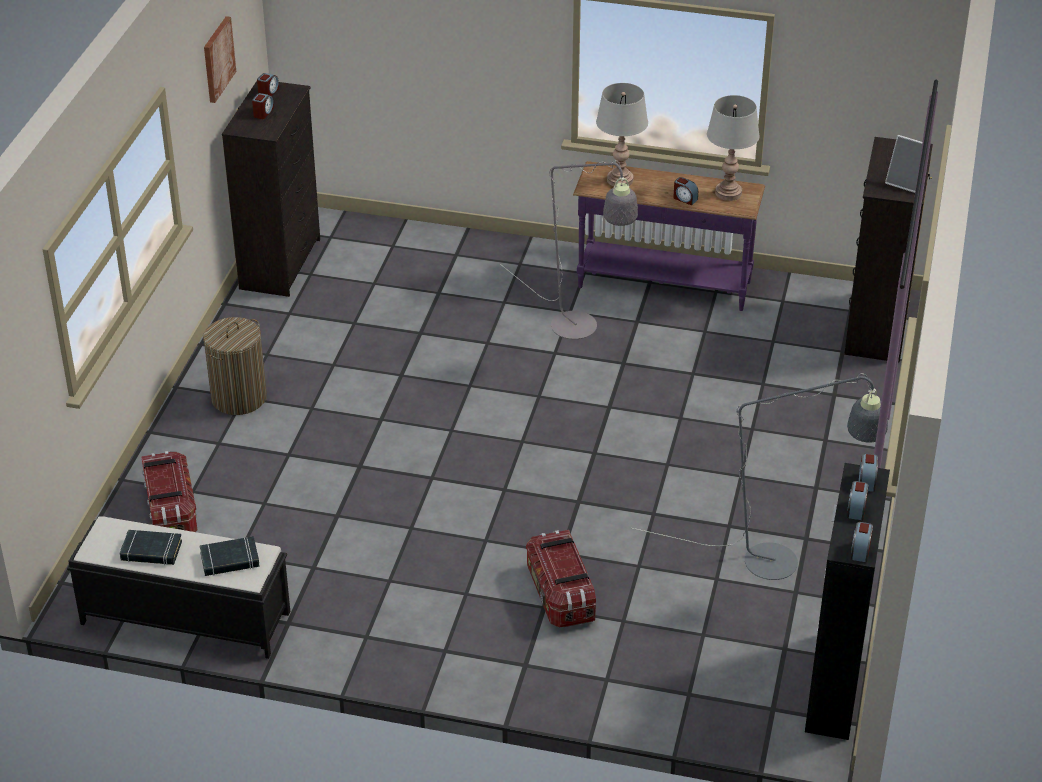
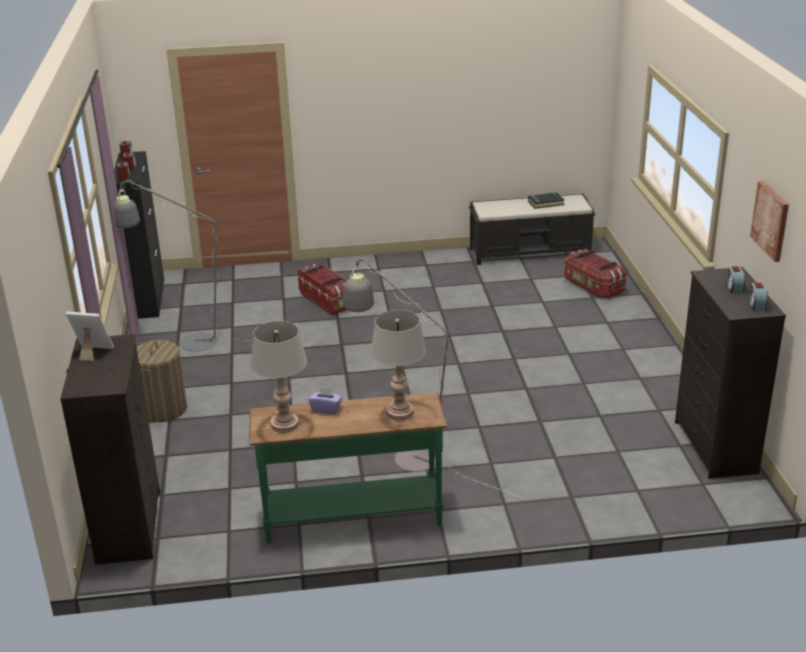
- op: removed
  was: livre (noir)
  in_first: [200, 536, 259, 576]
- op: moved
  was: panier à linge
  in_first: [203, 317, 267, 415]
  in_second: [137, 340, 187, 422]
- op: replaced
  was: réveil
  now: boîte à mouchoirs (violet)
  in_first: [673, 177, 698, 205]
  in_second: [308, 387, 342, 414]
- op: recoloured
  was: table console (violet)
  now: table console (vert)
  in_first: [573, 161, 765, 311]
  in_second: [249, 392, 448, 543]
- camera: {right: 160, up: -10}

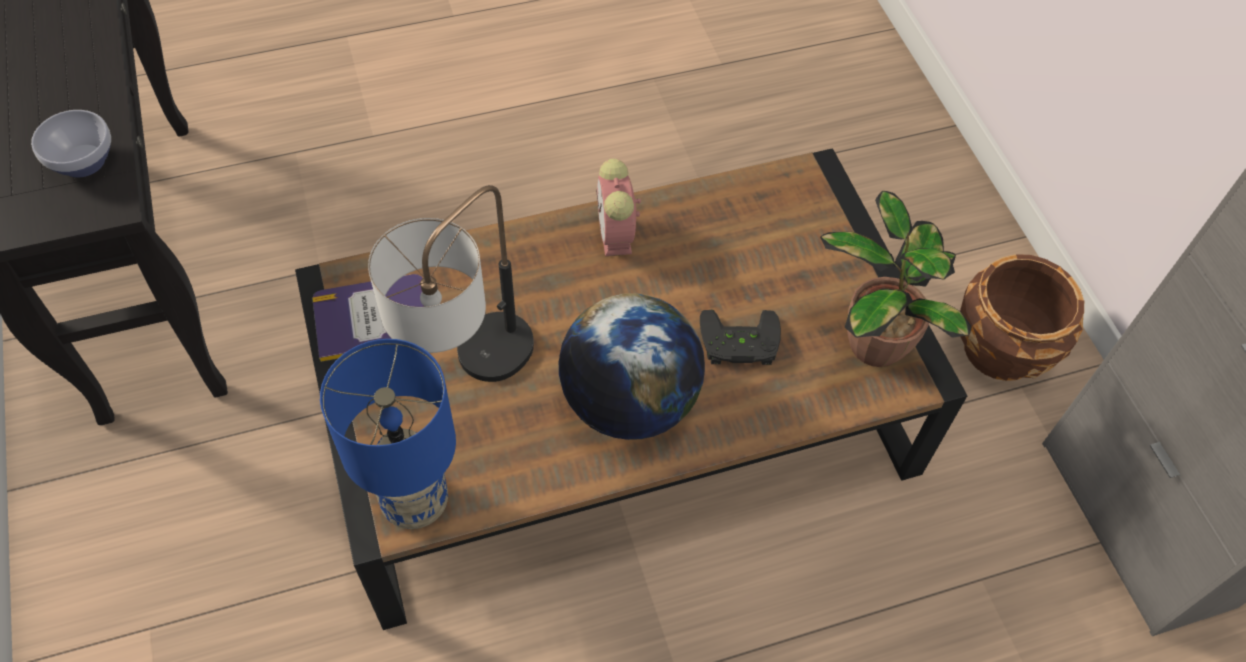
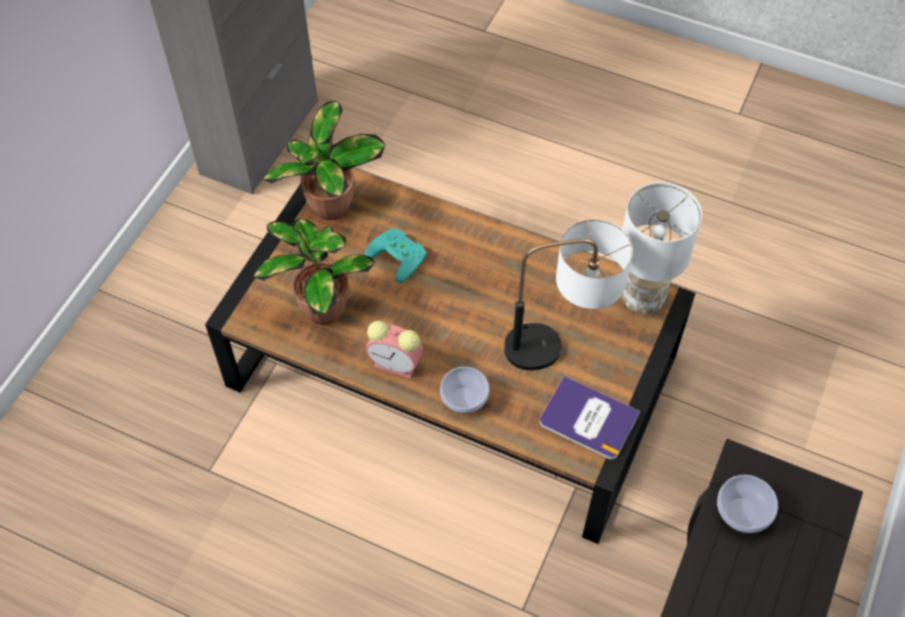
- op: removed
  was: globe
  in_first: [559, 293, 705, 440]
- op: removed
  was: cache-pot (marron)
  in_first: [960, 254, 1084, 381]
- op: added
  now: plante en pot
  in_second: [254, 218, 375, 325]
- op: added
  now: bol
  in_second: [440, 367, 489, 413]
- op: recoloured
  was: lampe de table (bleu)
  now: lampe de table (blanc)
  in_first: [320, 339, 456, 529]
  in_second: [622, 182, 702, 314]
- op: recoloured
  was: manette (noir)
  now: manette (turquoise)
  in_first: [700, 310, 781, 365]
  in_second: [364, 228, 427, 283]
- op: turned
  was: réveil
  in_first: [596, 159, 641, 256]
  in_second: [366, 321, 423, 379]
  clockwise: 75
- camera: {right: -135, up: 0}

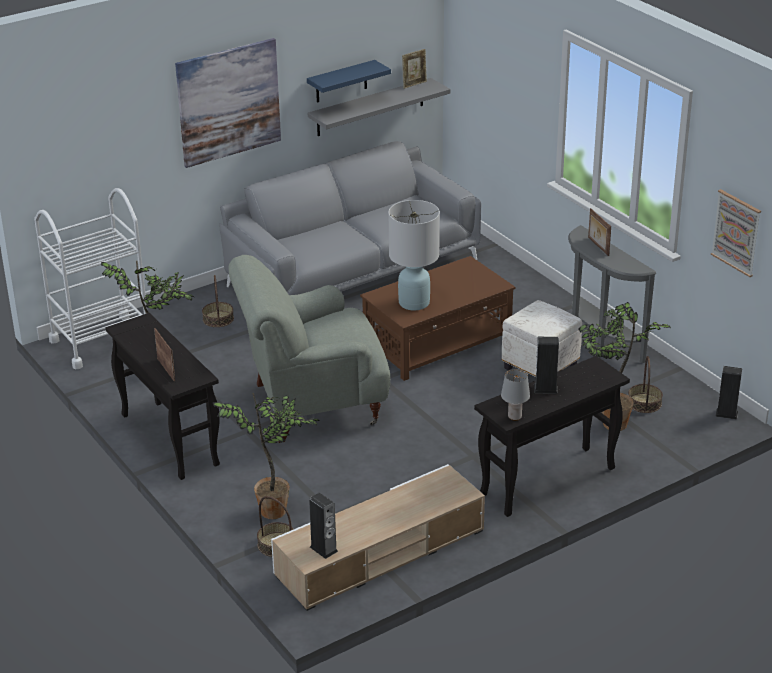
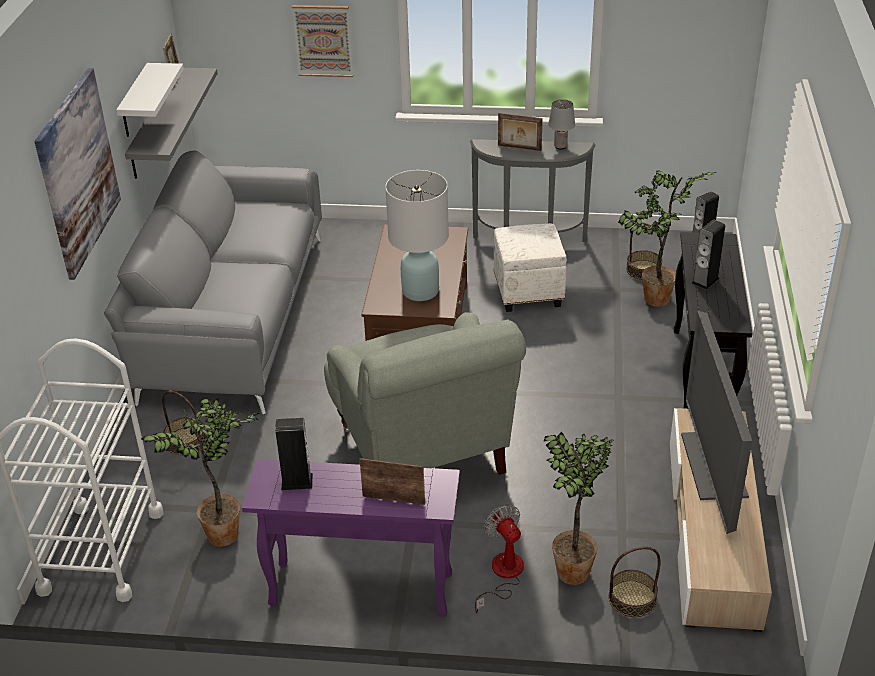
- op: added
  now: ventilateur
  in_second: [475, 505, 524, 613]
- op: added
  now: téléviseur
  in_second: [681, 311, 752, 534]
- op: moved
  was: enceinte
  in_first: [309, 493, 338, 559]
  in_second: [275, 418, 313, 490]
- op: moved
  was: lampe de table (gris)
  in_first: [501, 369, 530, 421]
  in_second: [548, 99, 575, 150]
- op: moved
  was: tableau
  in_first: [711, 189, 761, 277]
  in_second: [292, 5, 354, 77]
- op: recoloured
  was: table console (noir)
  now: table console (violet)
  in_first: [105, 313, 220, 480]
  in_second: [242, 459, 460, 617]
- op: recoloured
  was: étagère (bleu)
  now: étagère (blanc)
  in_first: [307, 60, 391, 103]
  in_second: [116, 63, 184, 137]
- op: turned
  was: fauteuil (gris)
  in_first: [228, 255, 390, 443]
  in_second: [324, 312, 526, 475]
  clockwise: -45
- camera: {right: -50, up: 5}

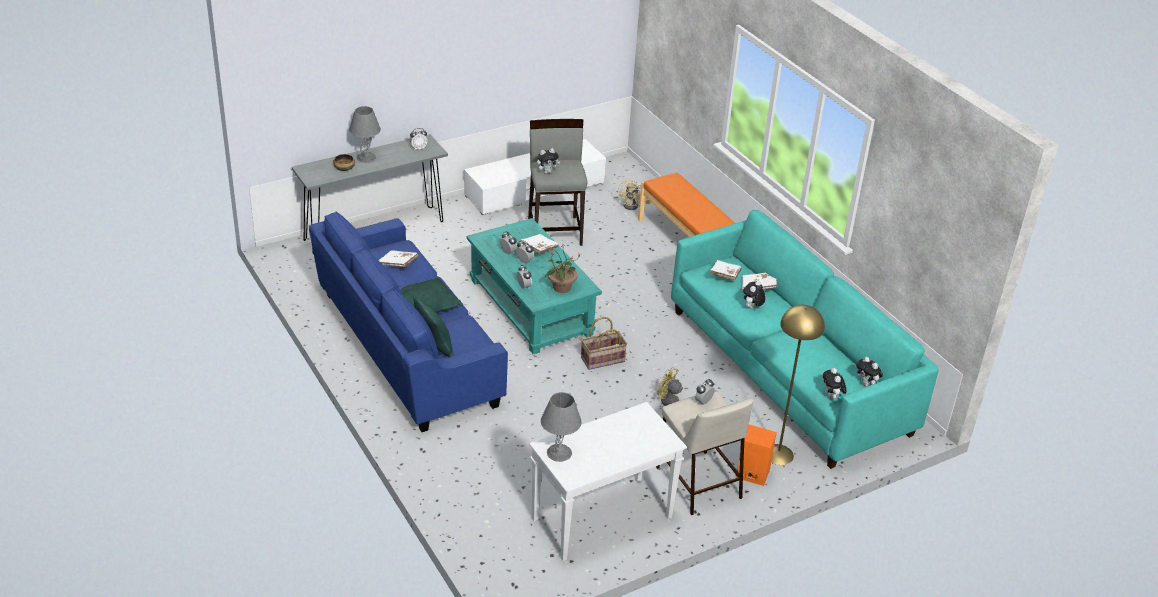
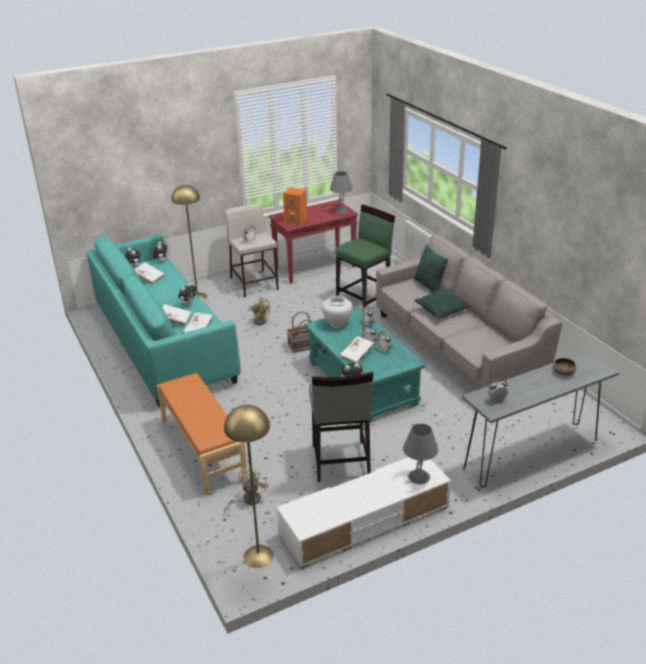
- op: added
  now: lampadaire (jaune)
  in_second: [224, 405, 274, 568]
- op: added
  now: tabouret (vert)
  in_second: [335, 205, 395, 311]
- op: moved
  was: lampe de table (gris)
  in_first: [349, 106, 381, 163]
  in_second: [403, 423, 438, 484]
- op: moved
  was: livre (blanc)
  in_first: [378, 250, 419, 267]
  in_second: [135, 262, 165, 284]
- op: moved
  was: enceinte (orange)
  in_first: [736, 425, 777, 486]
  in_second: [283, 187, 308, 226]
- op: replaced
  was: plante en pot
  now: vase (blanc)
  in_first: [545, 244, 582, 293]
  in_second: [322, 296, 353, 329]
- op: recoloured
  was: canapé (bleu)
  now: canapé (gris)
  in_first: [309, 211, 508, 432]
  in_second: [376, 236, 562, 390]
- op: recoloured
  was: table console (blanc)
  now: table console (rouge)
  in_first: [529, 402, 687, 561]
  in_second: [269, 200, 359, 284]
- camera: {right: -175, up: -5}

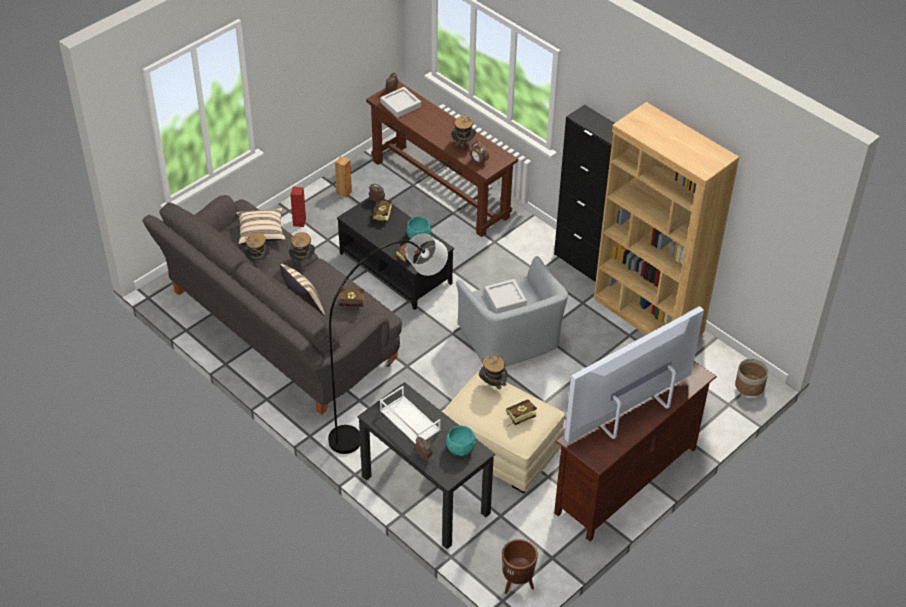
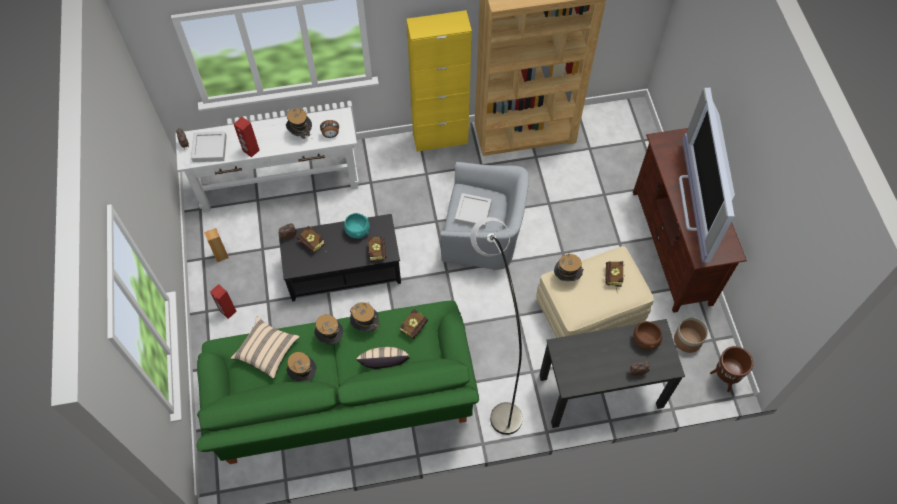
- op: removed
  was: plateau (blanc)
  in_first: [380, 386, 441, 444]
- op: added
  now: enceinte (rouge)
  in_second: [234, 117, 259, 158]
- op: added
  now: chapeau
  in_second: [350, 302, 380, 332]
- op: moved
  was: cache-pot
  in_first: [735, 358, 769, 396]
  in_second: [674, 317, 708, 353]
- op: recoloured
  was: canapé (gris)
  now: canapé (vert)
  in_first: [142, 195, 402, 415]
  in_second: [197, 300, 479, 464]
- op: recoloured
  was: table console (marron)
  now: table console (blanc)
  in_first: [366, 81, 518, 237]
  in_second: [175, 107, 359, 212]
- op: recoloured
  was: bol (turquoise)
  now: bol (marron)
  in_first: [446, 426, 476, 456]
  in_second: [633, 321, 662, 350]
- op: recoloured
  was: meuble de rangement (noir)
  now: meuble de rangement (jaune)
  in_first: [554, 105, 614, 283]
  in_second: [406, 10, 472, 152]
- camera: {right: -55, up: 15}

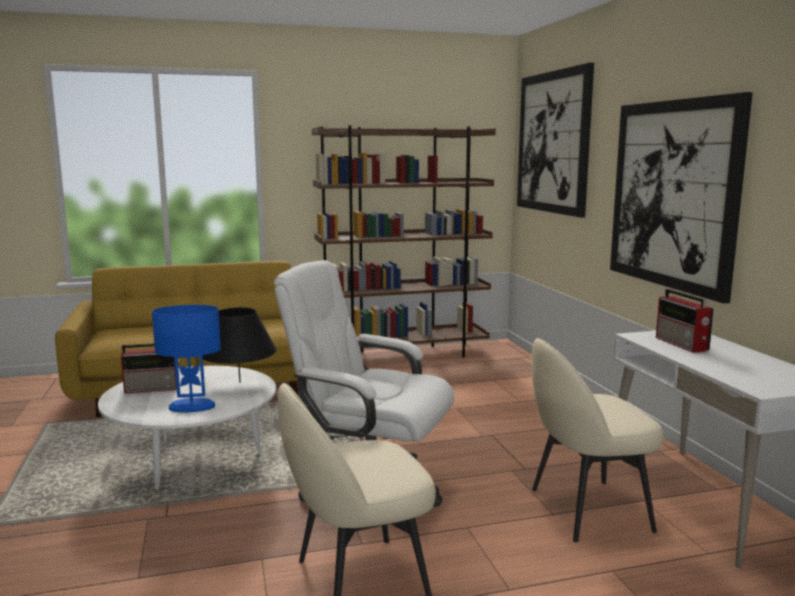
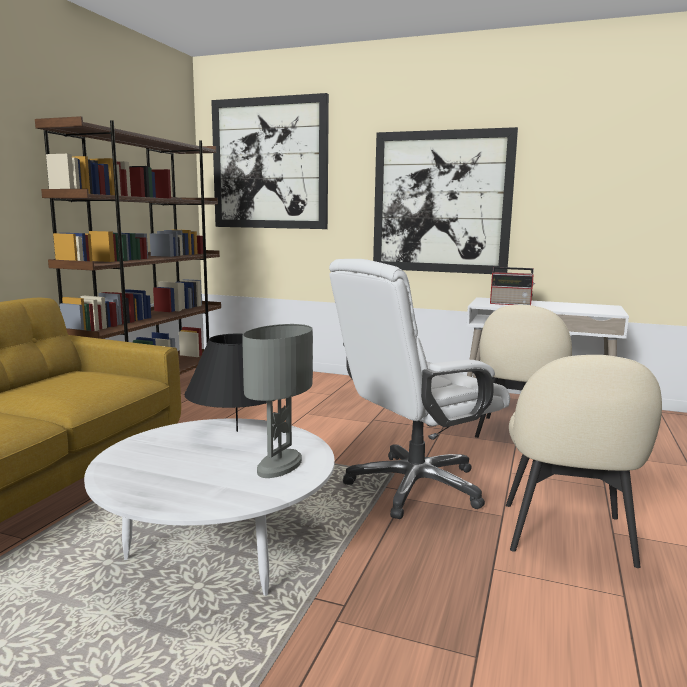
- op: removed
  was: radio
  in_first: [121, 343, 180, 393]
- op: recoloured
  was: lampe de table (bleu)
  now: lampe de table (gris)
  in_first: [152, 305, 221, 413]
  in_second: [243, 324, 313, 478]
- camera: {right: -55, up: 0}

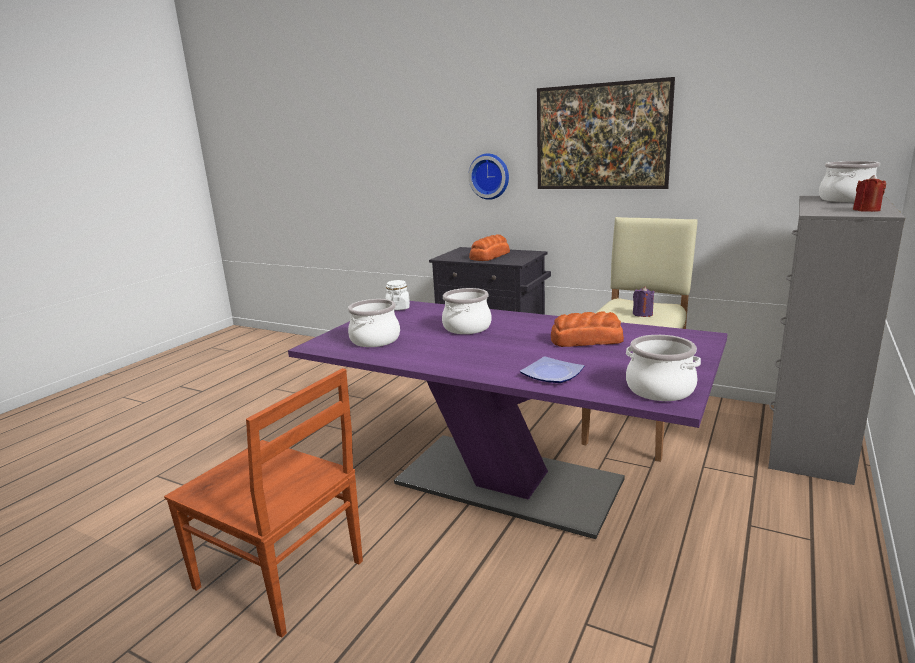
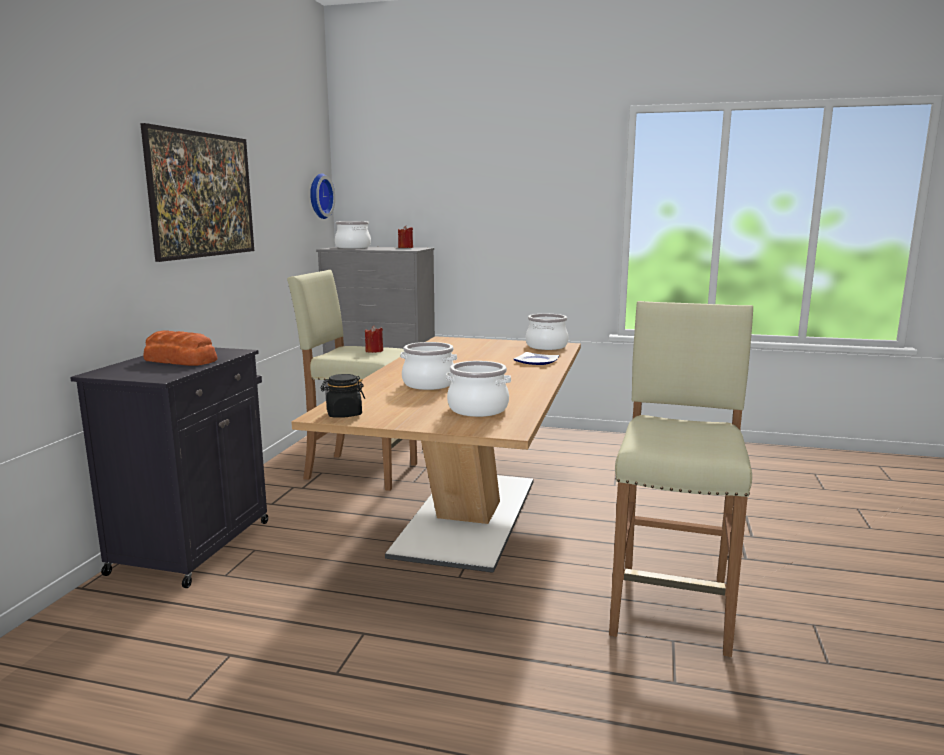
- op: removed
  was: pain
  in_first: [551, 311, 624, 347]
- op: moved
  was: horloge murale
  in_first: [468, 154, 509, 200]
  in_second: [310, 173, 335, 219]
- op: replaced
  was: chaise (marron)
  now: tabouret (beige)
  in_first: [164, 368, 363, 637]
  in_second: [609, 301, 753, 657]
- op: recoloured
  was: table à manger (violet)
  now: table à manger (beige)
  in_first: [288, 301, 728, 539]
  in_second: [291, 336, 581, 573]
- op: recoloured
  was: bocal (blanc)
  now: bocal (noir)
  in_first: [386, 280, 410, 310]
  in_second: [321, 374, 365, 418]
- op: recoloured
  was: bougie (violet)
  now: bougie (rouge)
  in_first: [633, 286, 655, 317]
  in_second: [365, 325, 383, 353]
- camera: {right: -105, up: -5}

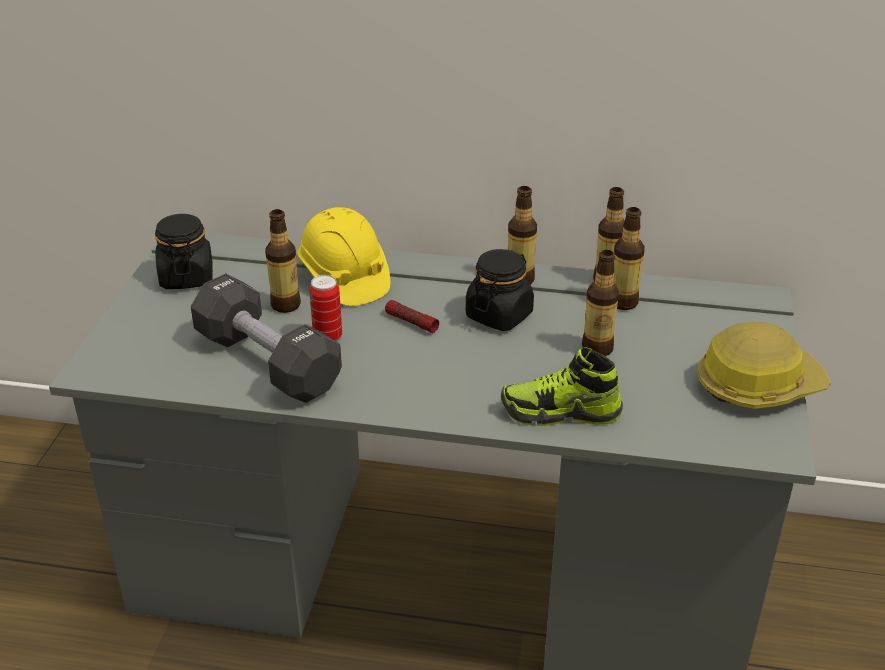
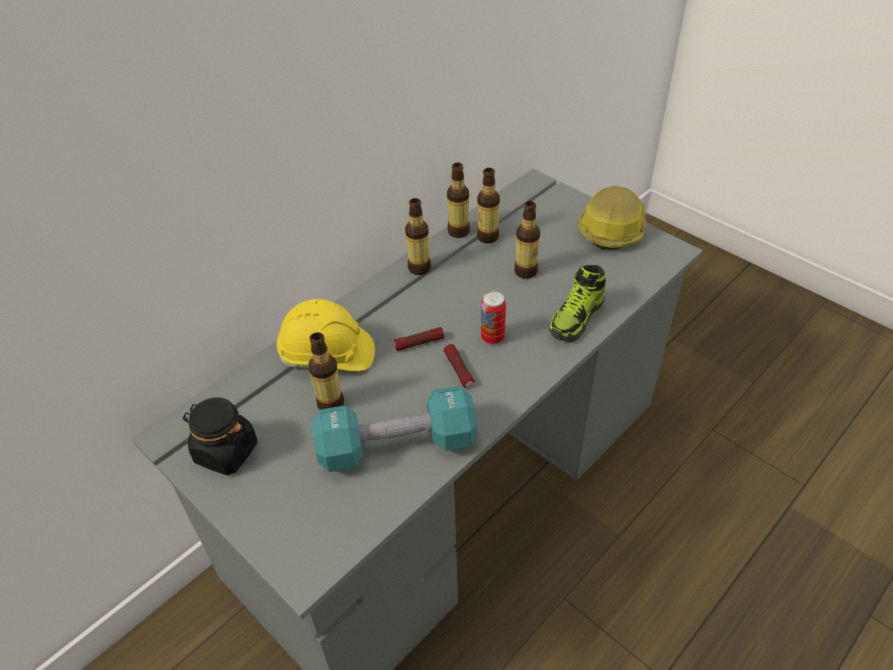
- op: removed
  was: bocal (noir)
  in_first: [466, 249, 534, 331]
- op: added
  now: lampe de poche
  in_second: [444, 344, 475, 388]
- op: moved
  was: boîte métallique
  in_first: [309, 275, 342, 341]
  in_second: [481, 291, 506, 344]
- op: recoloured
  was: haltère (noir)
  now: haltère (turquoise)
  in_first: [191, 273, 342, 403]
  in_second: [312, 386, 478, 472]
- camera: {right: -55, up: 10}

